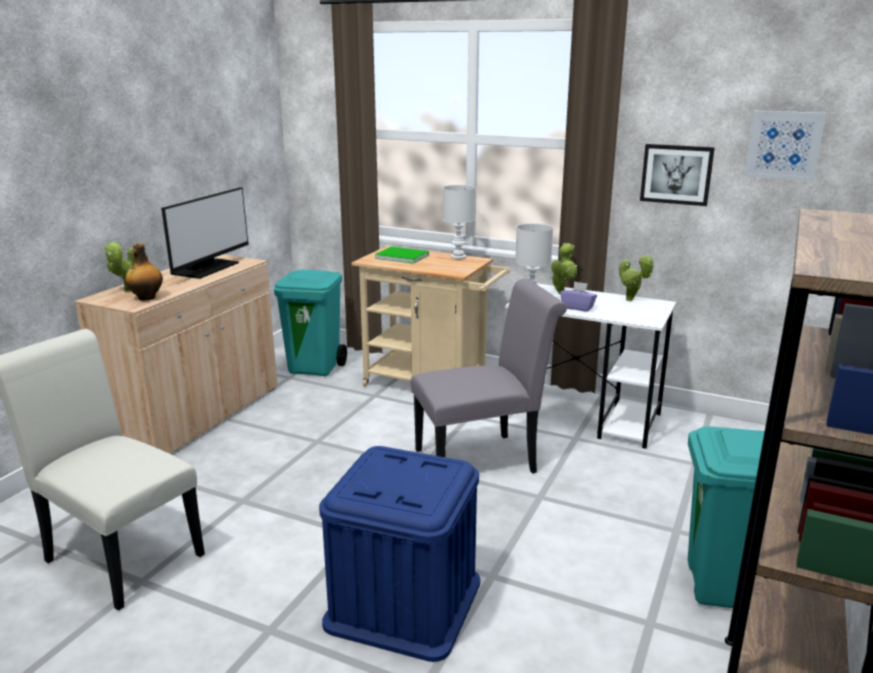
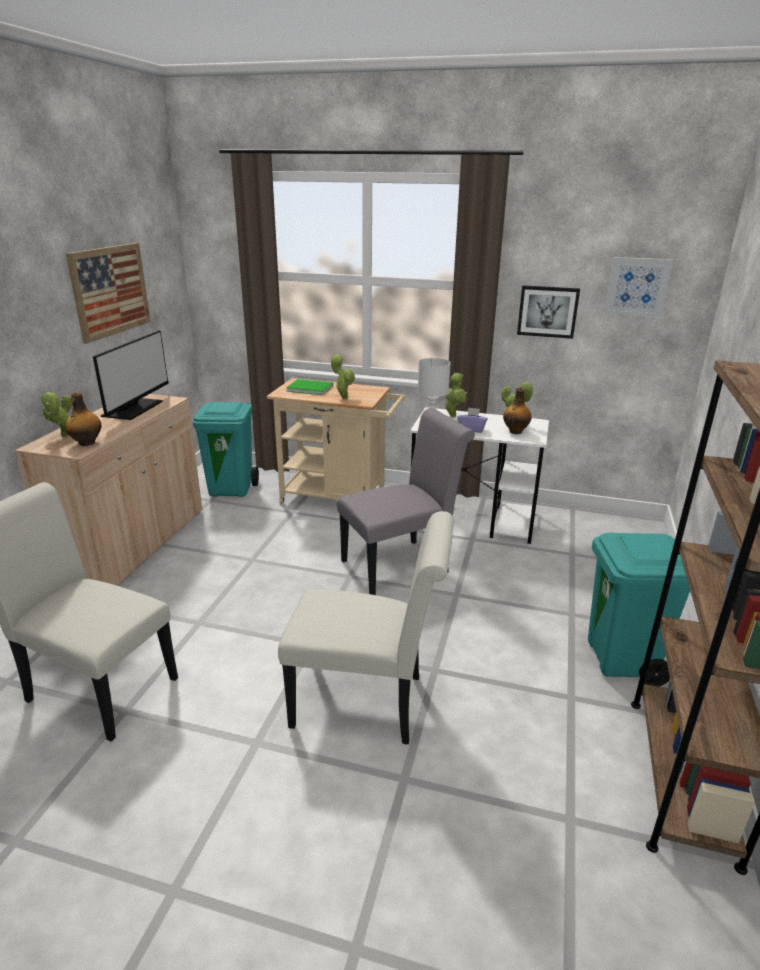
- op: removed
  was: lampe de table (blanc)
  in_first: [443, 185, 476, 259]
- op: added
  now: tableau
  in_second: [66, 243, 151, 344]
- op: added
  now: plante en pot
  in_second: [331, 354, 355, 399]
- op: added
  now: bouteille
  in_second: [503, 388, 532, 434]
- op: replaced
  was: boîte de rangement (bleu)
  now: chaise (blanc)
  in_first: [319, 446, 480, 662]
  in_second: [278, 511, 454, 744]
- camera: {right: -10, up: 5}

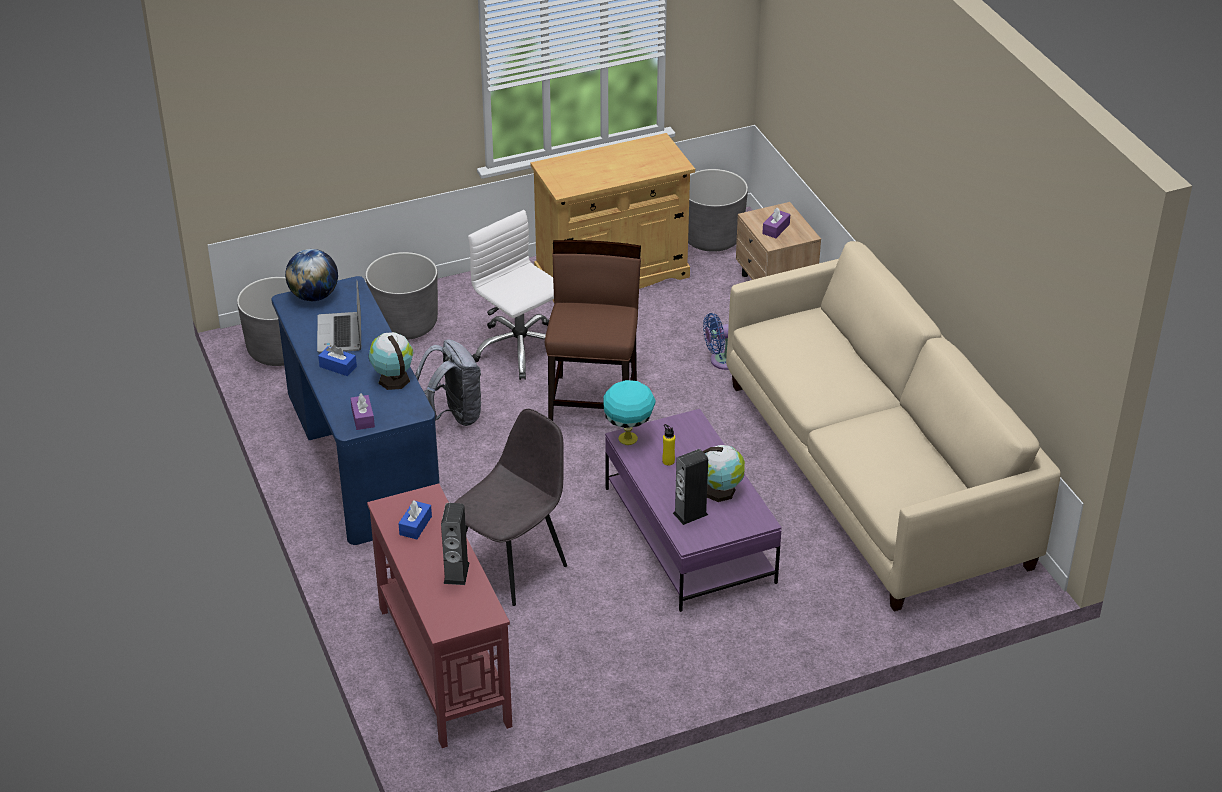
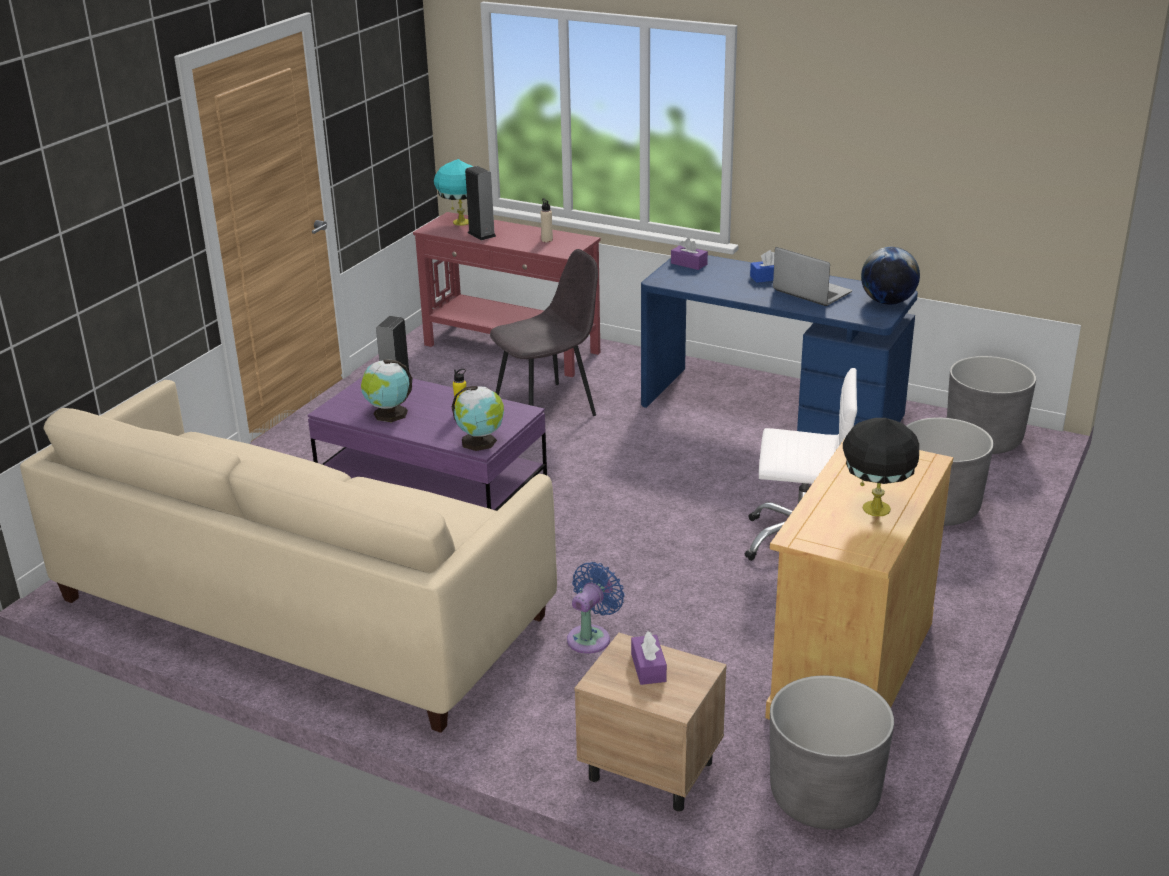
- op: removed
  was: sac à dos (gris)
  in_first: [415, 339, 482, 426]
- op: removed
  was: chaise (marron)
  in_first: [545, 240, 641, 421]
- op: added
  now: lampe de table (noir)
  in_second: [843, 418, 919, 516]
- op: moved
  was: globe
  in_first: [368, 332, 414, 390]
  in_second: [452, 386, 504, 451]
- op: moved
  was: lampe de table (turquoise)
  in_first: [603, 380, 656, 445]
  in_second: [434, 159, 473, 226]
- op: replaced
  was: boîte à mouchoirs (bleu)
  now: bouteille (beige)
  in_first: [398, 500, 432, 539]
  in_second: [540, 198, 553, 242]
- op: turned
  was: chaise (gris)
  in_first: [455, 409, 567, 606]
  in_second: [490, 249, 598, 416]
  clockwise: -120
- camera: {right: 140, up: -10}

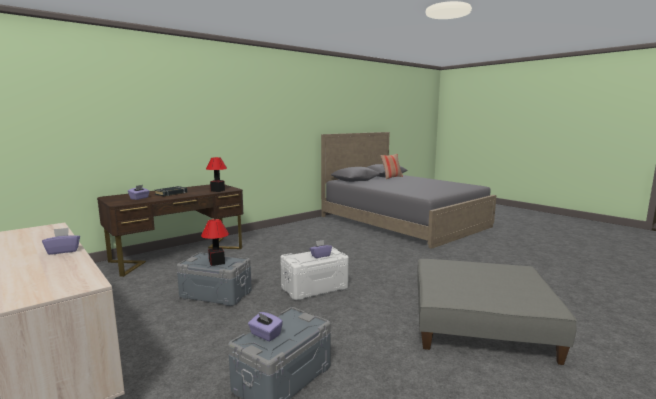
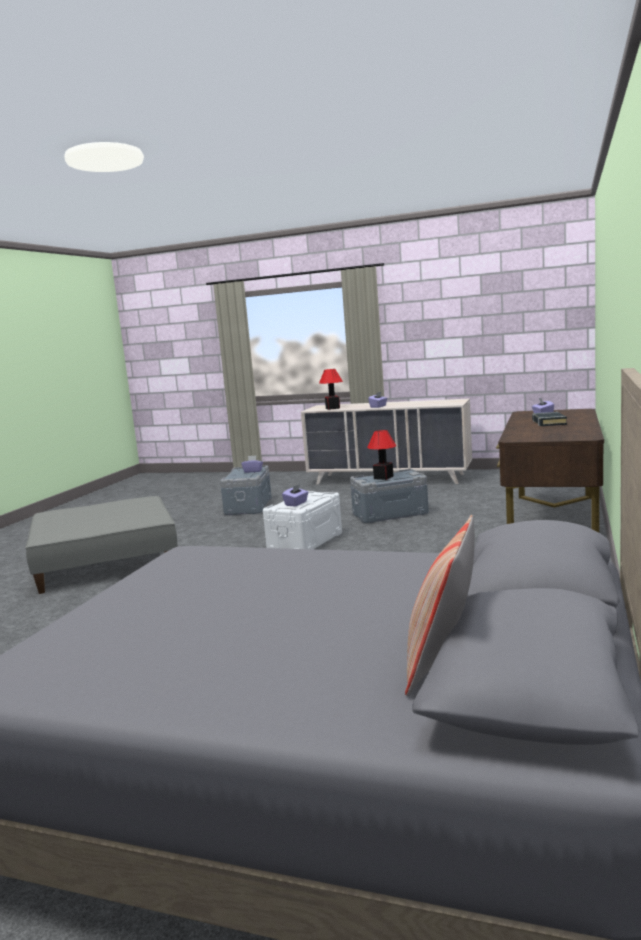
- op: moved
  was: lampe de table
  in_first: [206, 157, 227, 192]
  in_second: [319, 369, 343, 410]
- camera: {right: 150, up: 0}

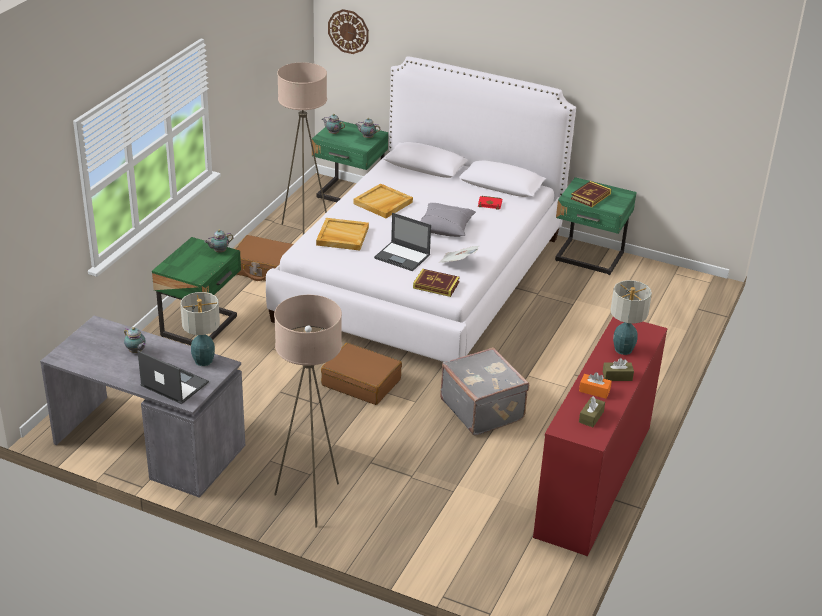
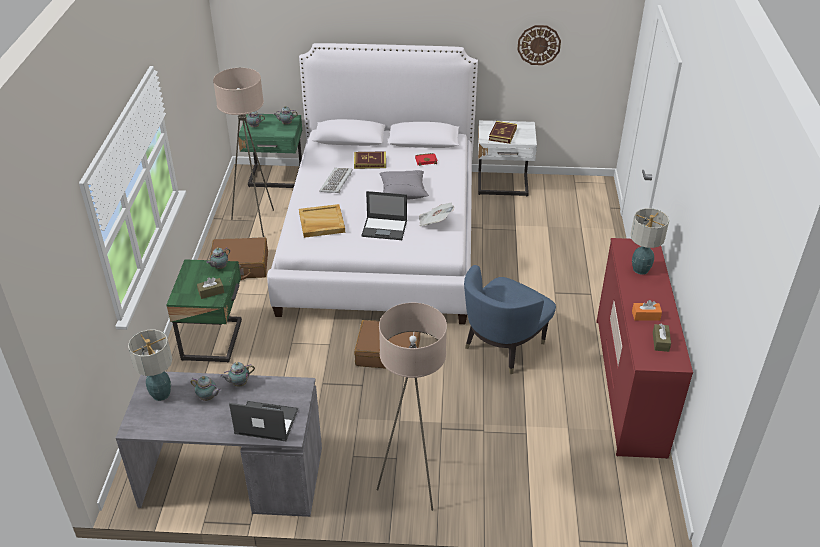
- op: added
  now: théière
  in_second: [220, 362, 255, 387]
- op: moved
  was: lampe de table
  in_first: [180, 292, 220, 366]
  in_second: [128, 329, 172, 401]
- op: moved
  was: horloge murale
  in_first: [328, 9, 369, 54]
  in_second: [517, 25, 561, 65]
- op: moved
  was: livre
  in_first: [413, 269, 460, 297]
  in_second: [354, 151, 386, 169]
- op: moved
  was: boîte à mouchoirs (marron)
  in_first: [603, 358, 634, 381]
  in_second: [197, 277, 224, 299]
- op: replaced
  was: plateau (beige)
  now: clavier
  in_first: [353, 183, 413, 218]
  in_second: [319, 168, 353, 193]
- op: replaced
  was: valise (gris)
  now: fauteuil (bleu)
  in_first: [440, 347, 529, 435]
  in_second: [464, 265, 556, 374]
- op: recoloured
  was: table de chevet (vert)
  now: table de chevet (blanc)
  in_first: [555, 177, 636, 275]
  in_second: [478, 120, 537, 196]
- camera: {right: -20, up: 5}

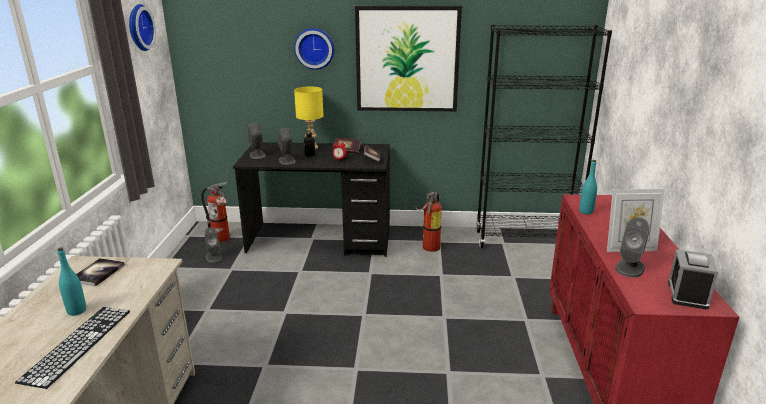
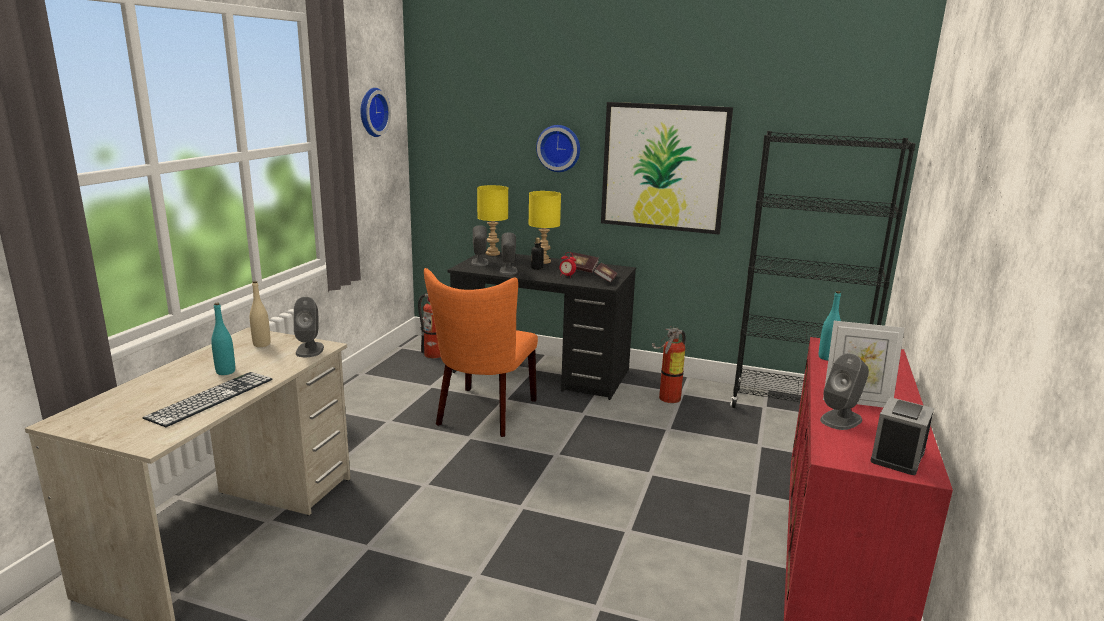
- op: added
  now: chaise (orange)
  in_second: [424, 268, 538, 437]
- op: added
  now: lampe de table (jaune)
  in_second: [477, 185, 508, 256]
- op: moved
  was: enceinte (gris)
  in_first: [204, 227, 222, 263]
  in_second: [294, 297, 324, 357]
- op: replaced
  was: livre
  now: bouteille (beige)
  in_first: [76, 258, 125, 287]
  in_second: [250, 281, 271, 347]
- camera: {right: 15, up: -5}

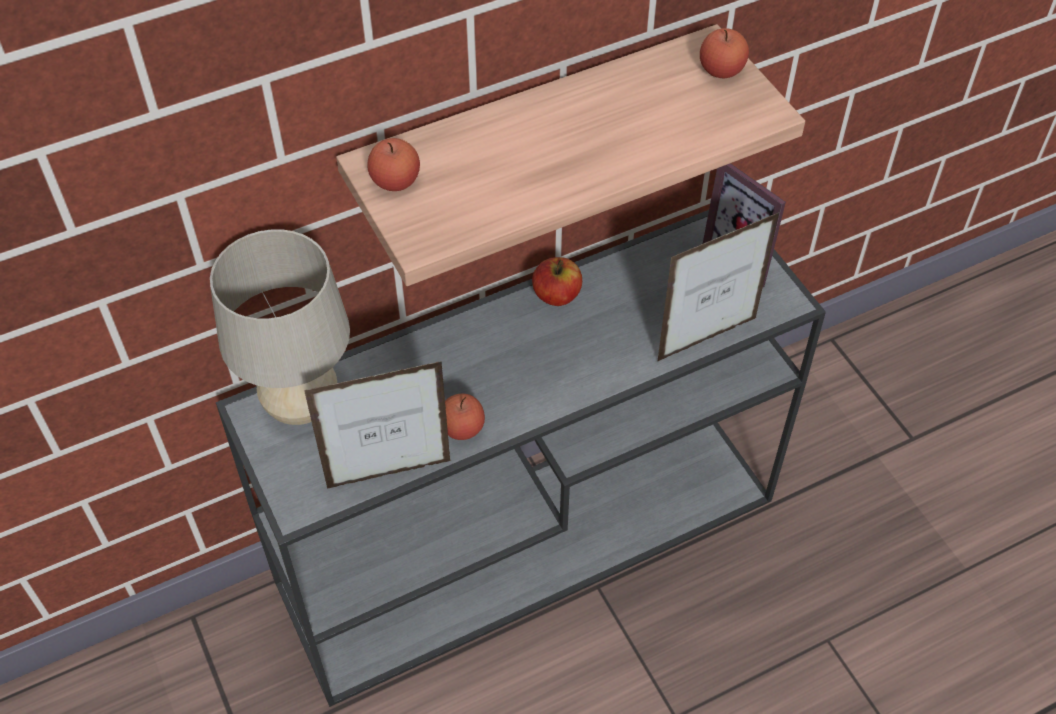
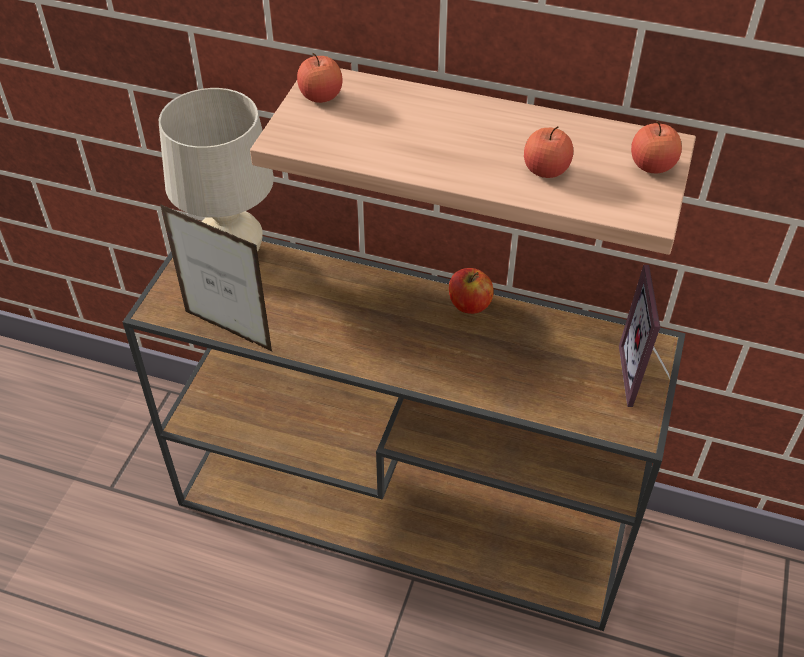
- op: removed
  was: cadre photo
  in_first: [657, 212, 780, 362]
- op: moved
  was: pomme
  in_first: [445, 394, 485, 440]
  in_second: [524, 126, 573, 178]
- op: recoloured
  was: table console (gris)
  now: table console (marron)
  in_first: [216, 210, 826, 707]
  in_second: [123, 236, 685, 631]
- camera: {right: 45, up: -5}

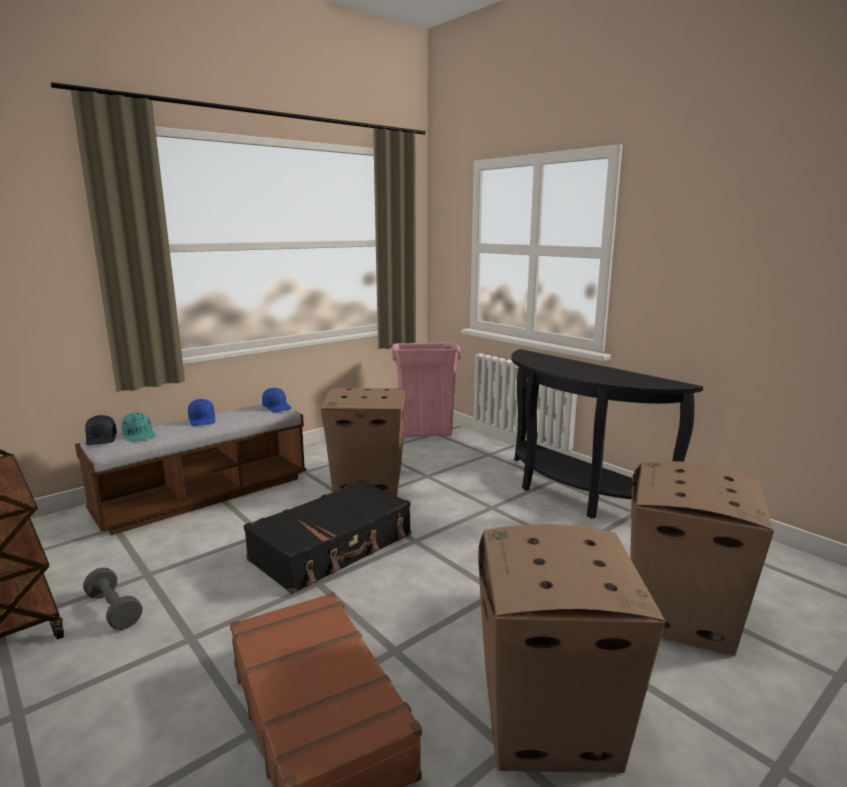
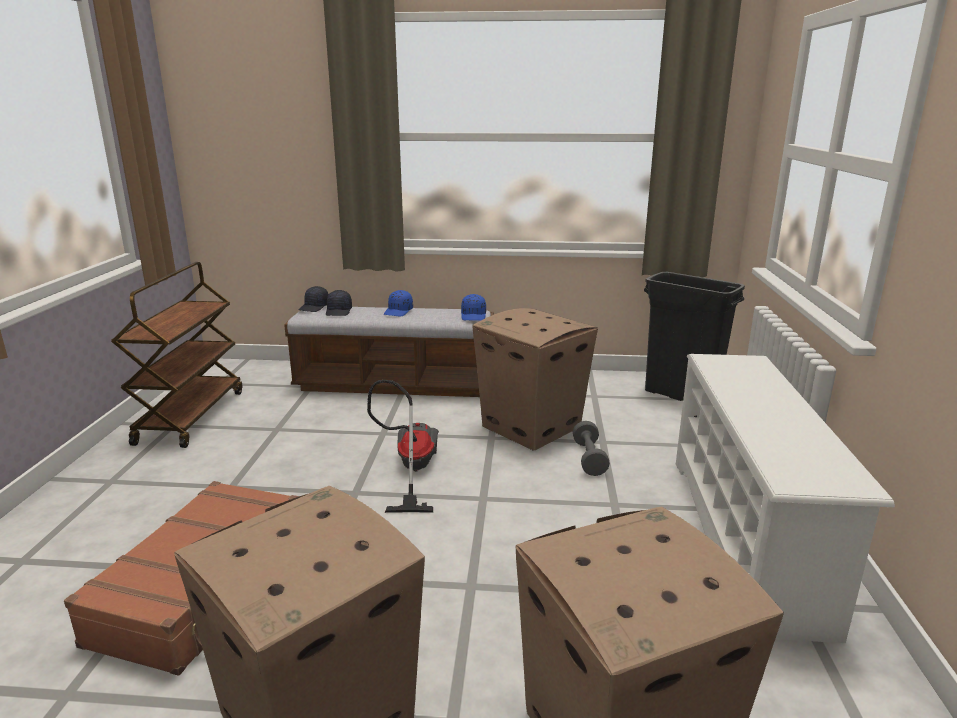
- op: moved
  was: haltère (gris)
  in_first: [83, 567, 143, 630]
  in_second: [573, 421, 610, 476]
- op: replaced
  was: valise (noir)
  now: aspirateur
  in_first: [244, 480, 411, 594]
  in_second: [367, 380, 439, 513]
- op: replaced
  was: table console (noir)
  now: étagère à chaussures (blanc)
  in_first: [511, 349, 703, 519]
  in_second: [676, 354, 895, 643]
- op: recoloured
  was: casquette (turquoise)
  now: casquette (noir)
  in_first: [121, 412, 156, 442]
  in_second: [326, 290, 352, 316]
- op: recoloured
  was: poubelle (rose)
  now: poubelle (noir)
  in_first: [392, 342, 461, 437]
  in_second: [644, 272, 745, 401]
- camera: {right: 45, up: 5}

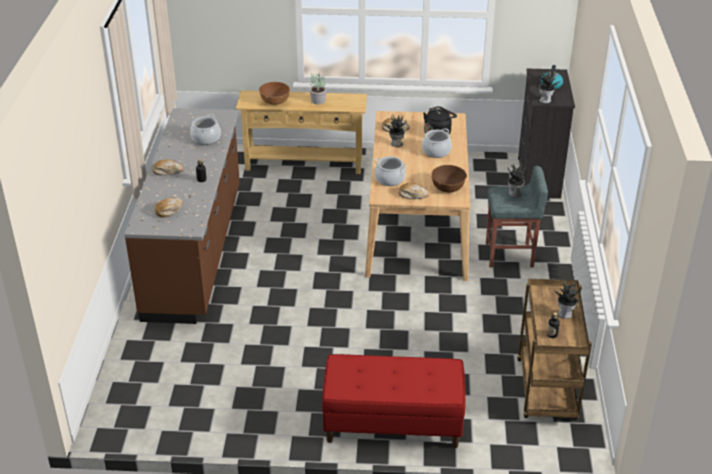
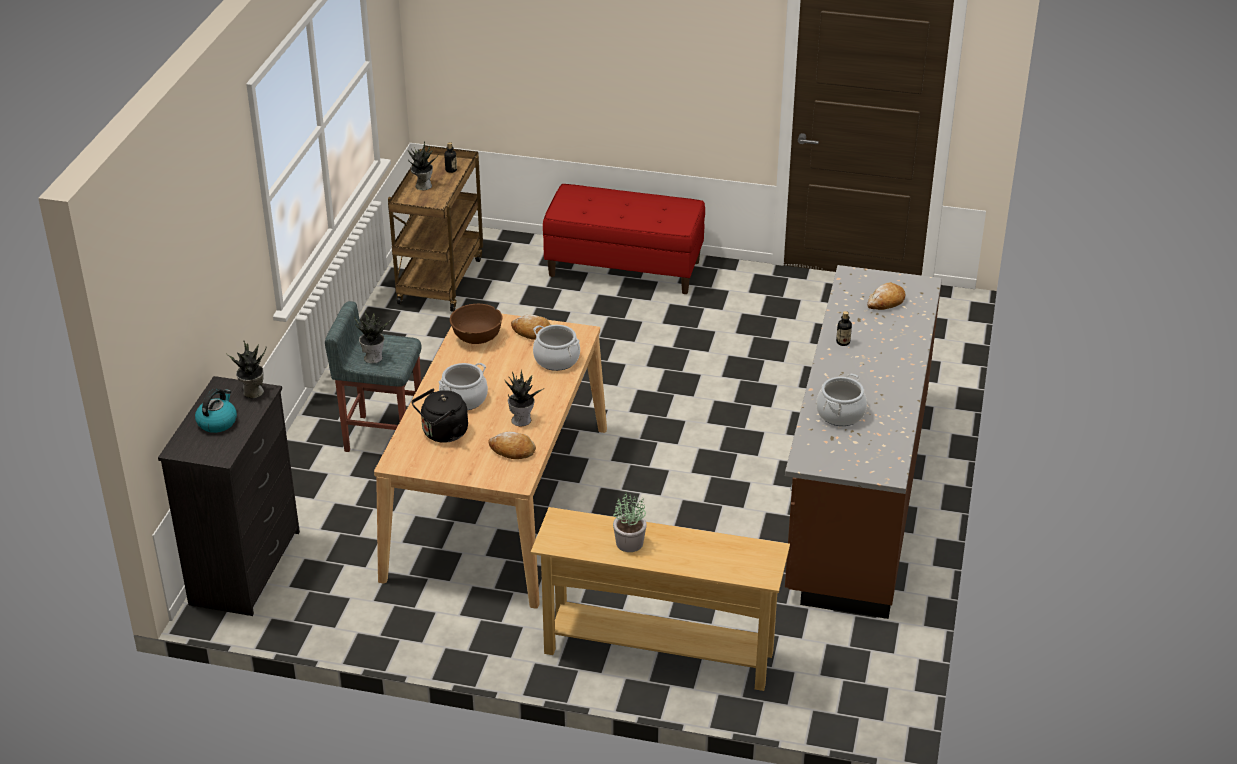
- op: removed
  was: pain
  in_first: [153, 159, 184, 175]
- op: removed
  was: bol (marron)
  in_first: [259, 82, 290, 105]
- camera: {right: -170, up: 0}

